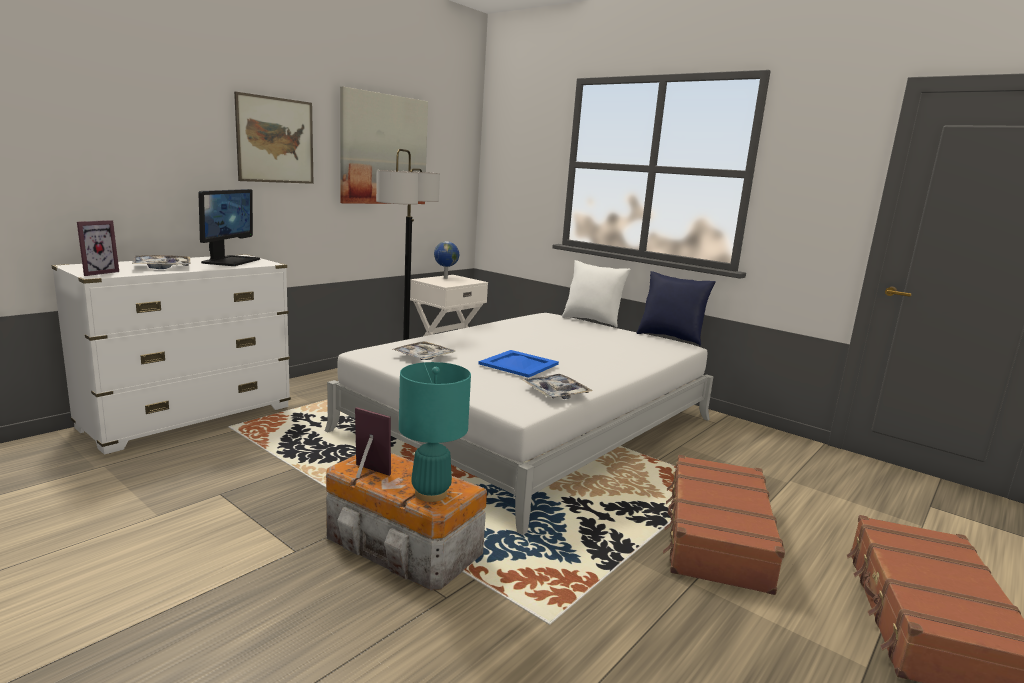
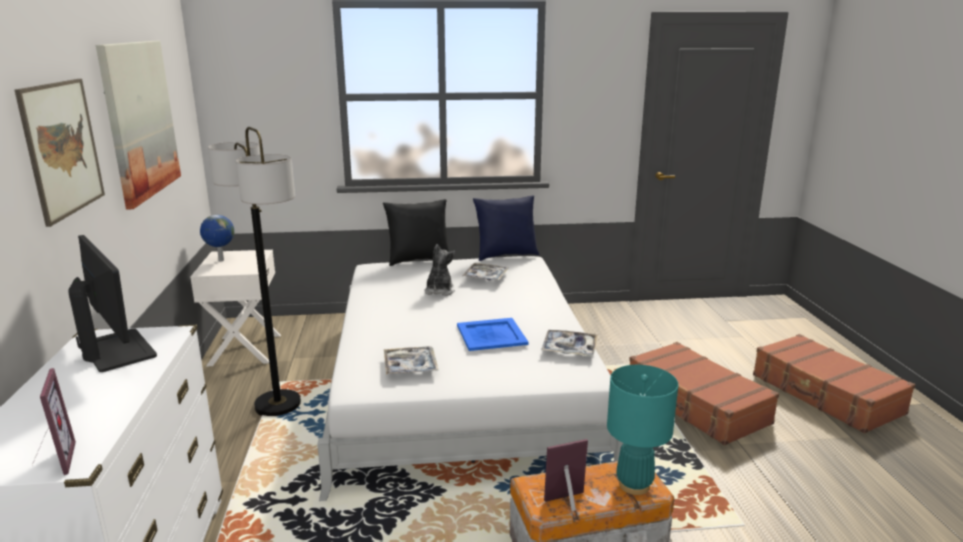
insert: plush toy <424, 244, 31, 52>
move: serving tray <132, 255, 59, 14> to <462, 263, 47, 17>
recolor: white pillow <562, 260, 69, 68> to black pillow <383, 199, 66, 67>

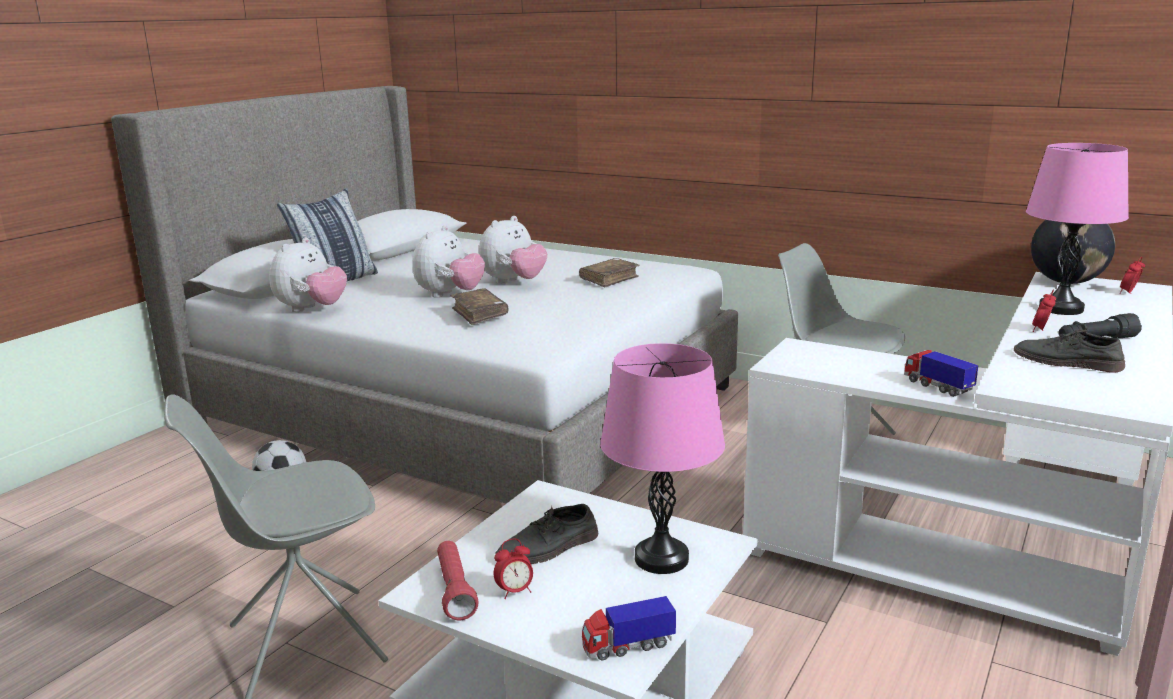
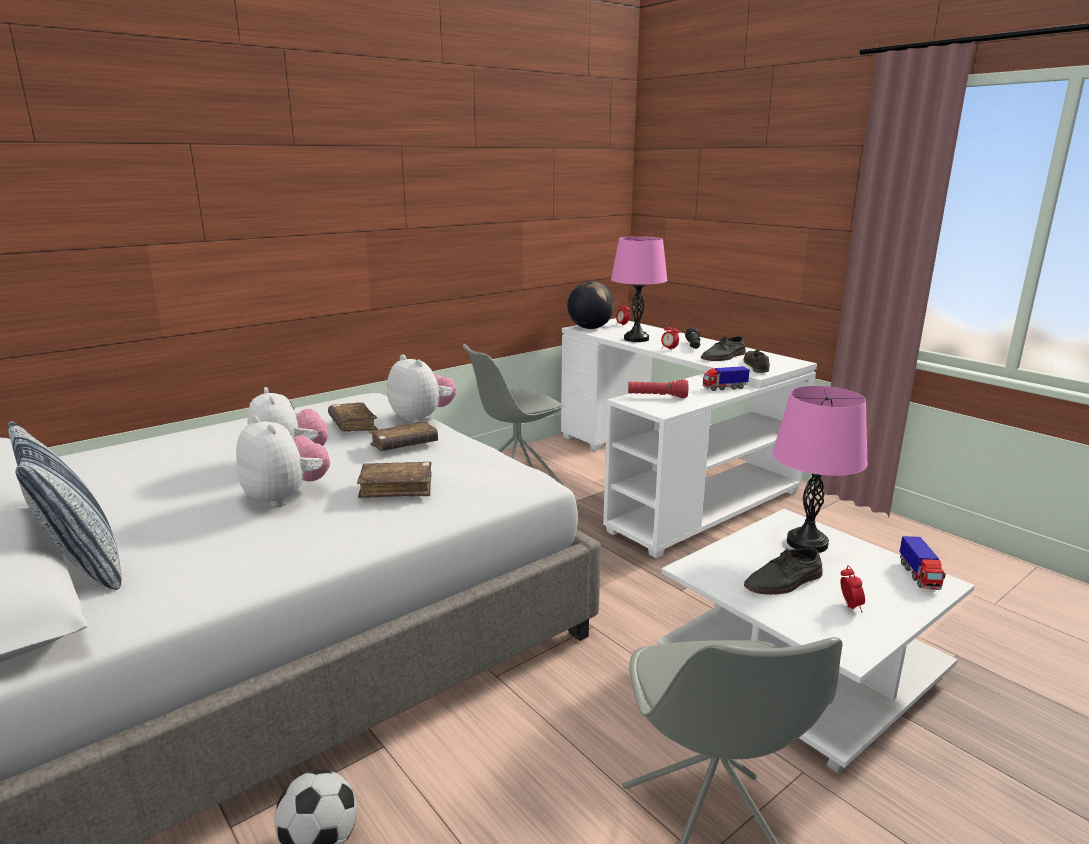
insert: brownish volume <369, 421, 69, 30>; brownish shoe <744, 350, 26, 23>
move: plush toy <269, 238, 78, 74> to <387, 354, 70, 69>; reddish flashlight <437, 541, 42, 80> to <628, 379, 60, 19>
rotate: grey shoe <495, 504, 103, 60> = <744, 548, 79, 47> 75 degrees clockwise

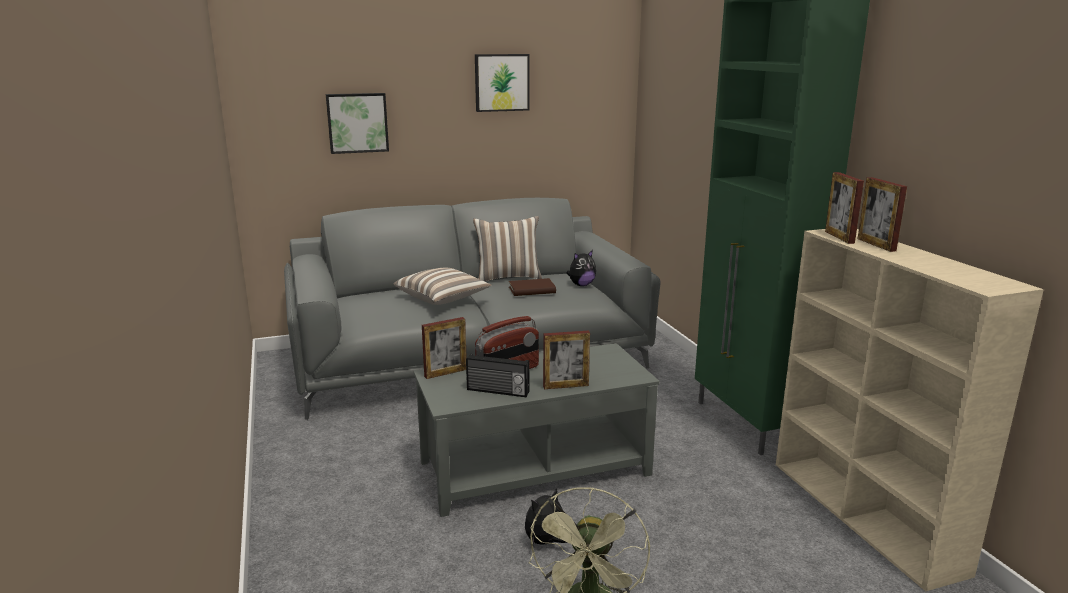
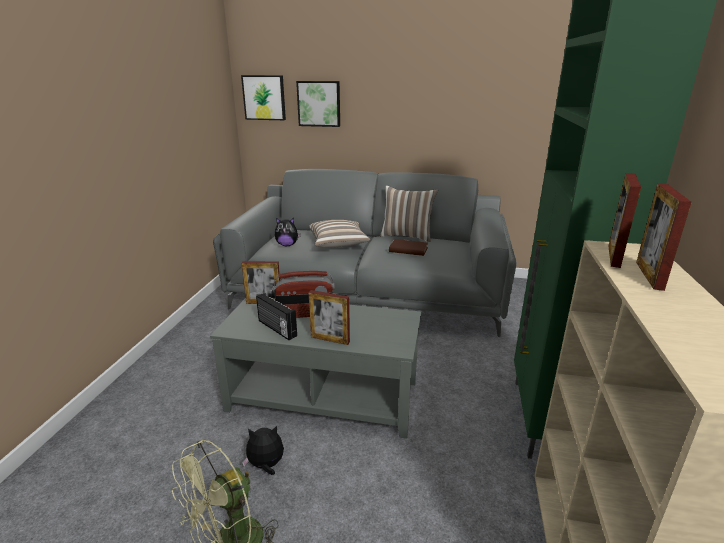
move: wall art <475, 54, 55, 58> to <241, 75, 45, 45>; plush toy <566, 250, 30, 36> to <275, 218, 26, 28>

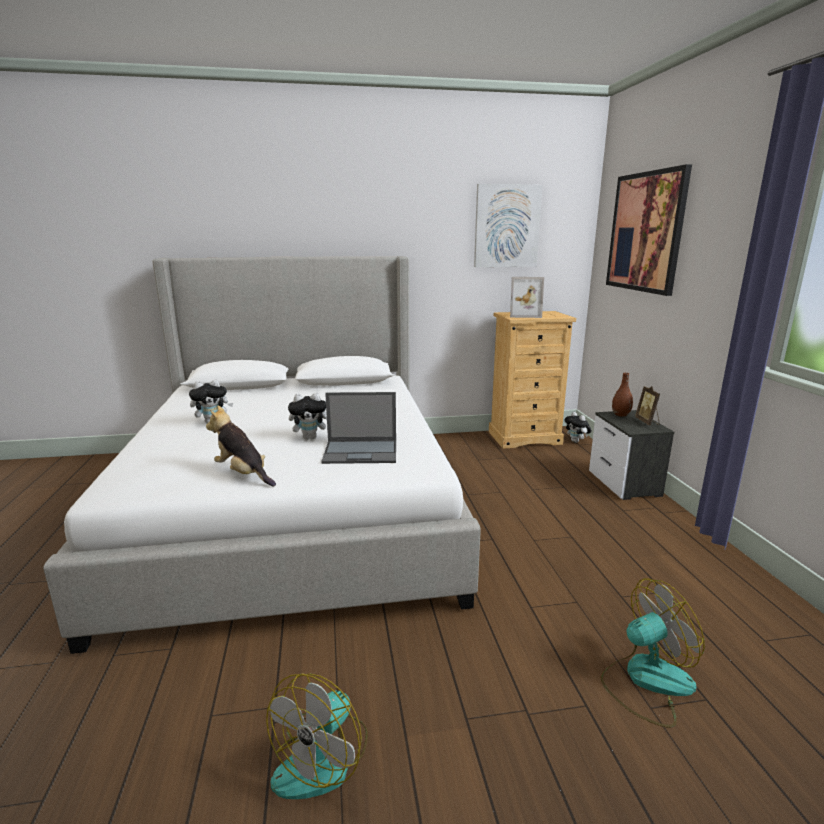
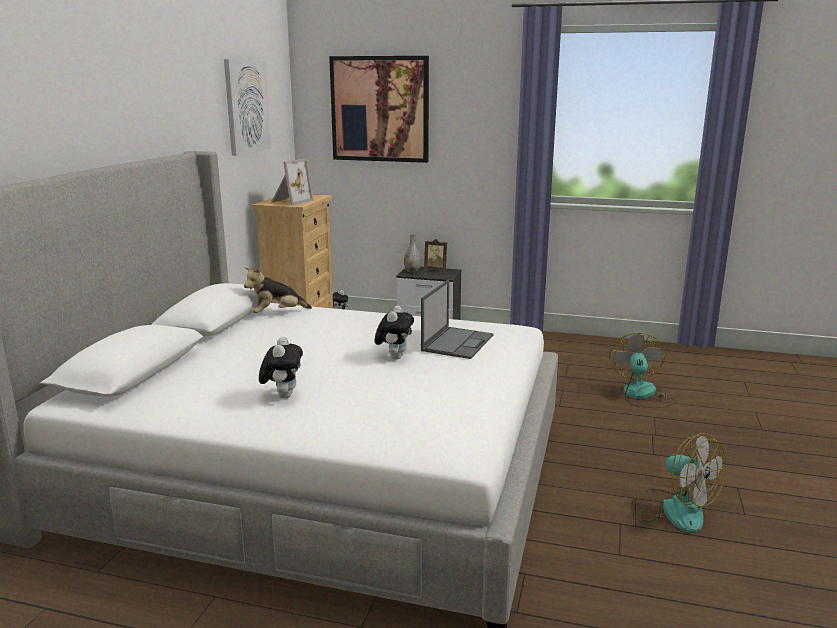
move: plush toy <206, 406, 70, 81> to <244, 267, 68, 46>
recolor: brownish flower vase <612, 373, 21, 44> to grey flower vase <404, 233, 17, 40>

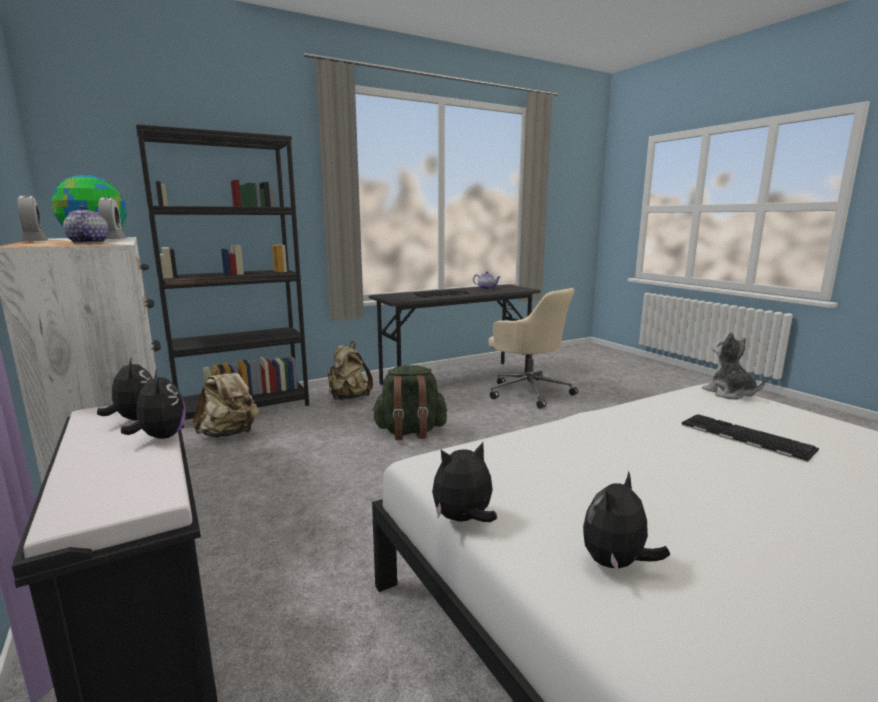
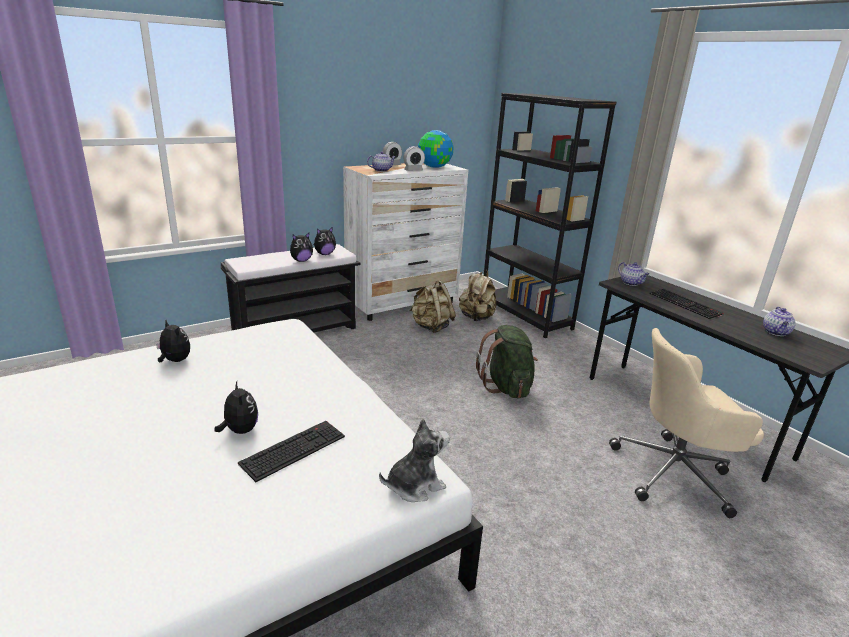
insert: tea pot <618, 262, 31, 24>
move: sand-coloured rucksack <327, 341, 46, 59> to <409, 280, 47, 53>; plush toy <432, 442, 65, 80> to <214, 381, 44, 53>
rotate: sand-coloured computer chair <488, 288, 90, 121> = <609, 328, 155, 190> 45 degrees clockwise

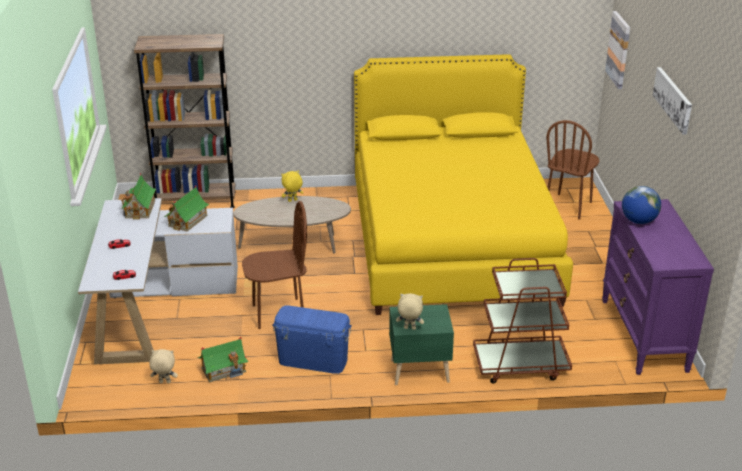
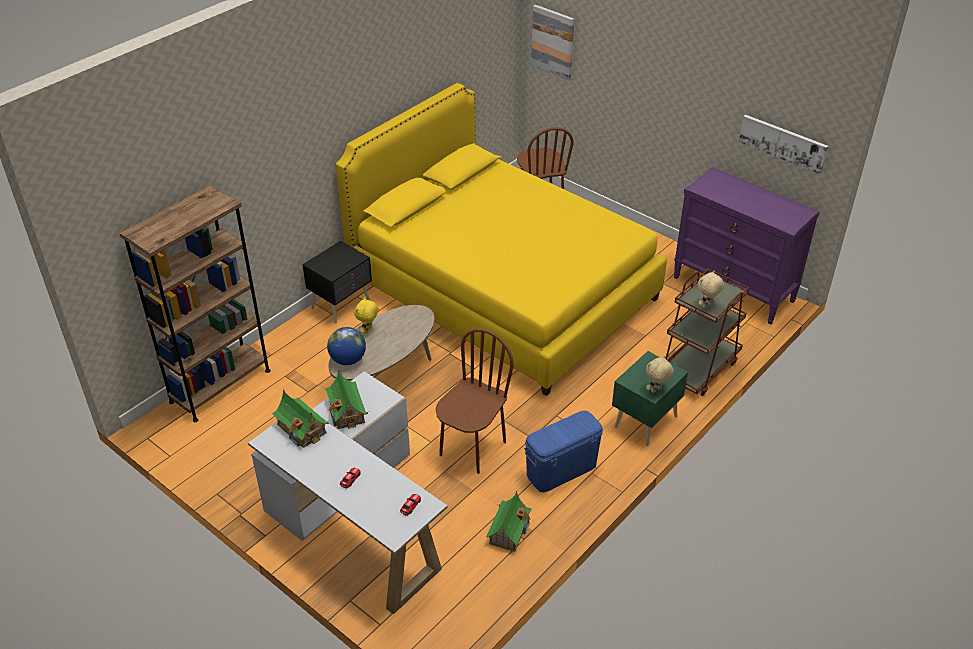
insert: black bedside table <303, 241, 69, 83>
move: sand-coloured plush toy <149, 349, 29, 34> to <698, 271, 26, 37>; globe <622, 186, 39, 38> to <327, 327, 39, 38>; wall art <653, 67, 39, 67> to <739, 115, 89, 59>

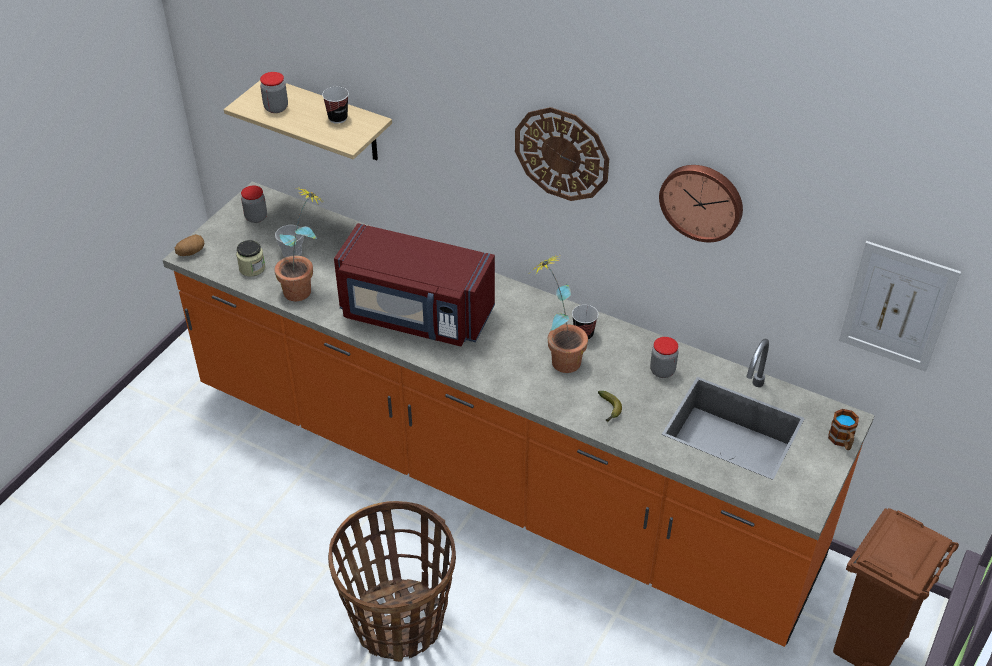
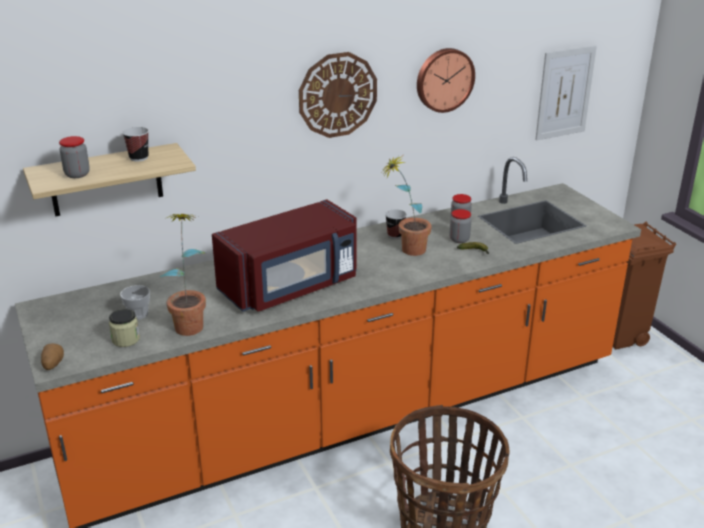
delete: coffee mug <828, 409, 31, 41>
move: storage jar <241, 186, 26, 37> to <450, 209, 21, 34>

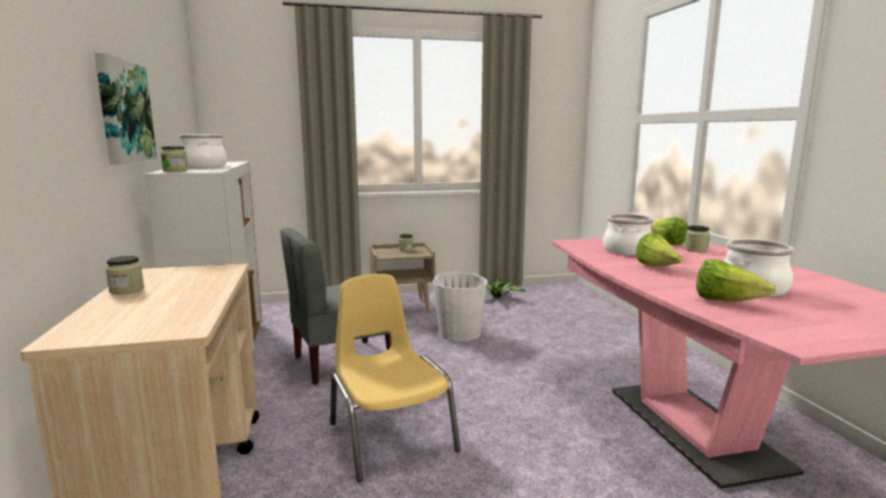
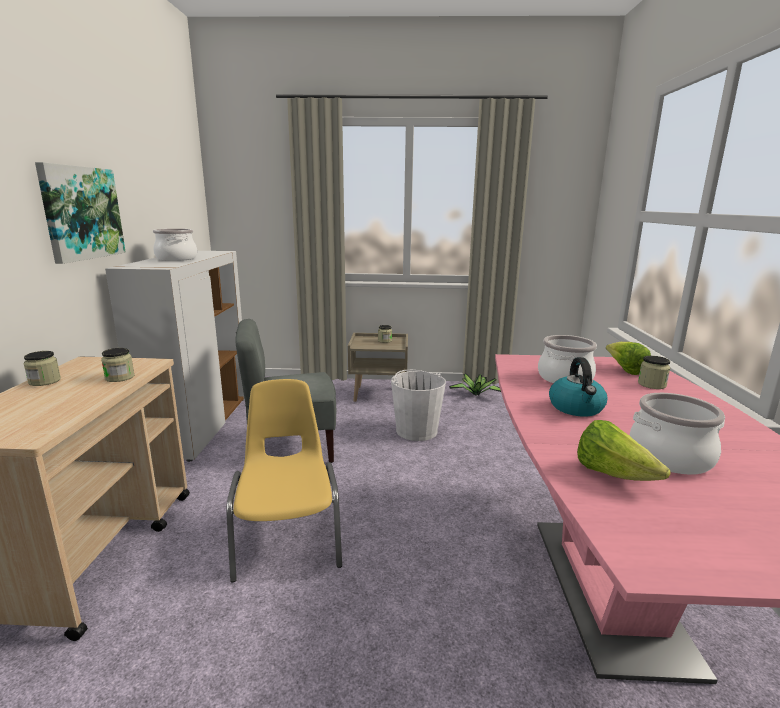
move: storage jar <161, 146, 27, 26> to <101, 348, 33, 34>
replace: lettuce <636, 233, 47, 33> to kettle <549, 357, 58, 60>

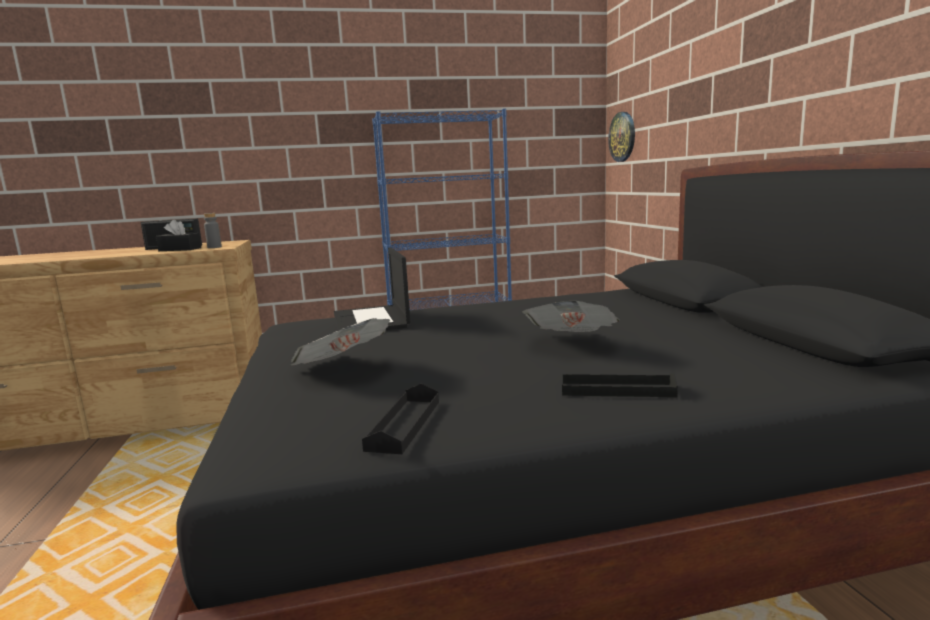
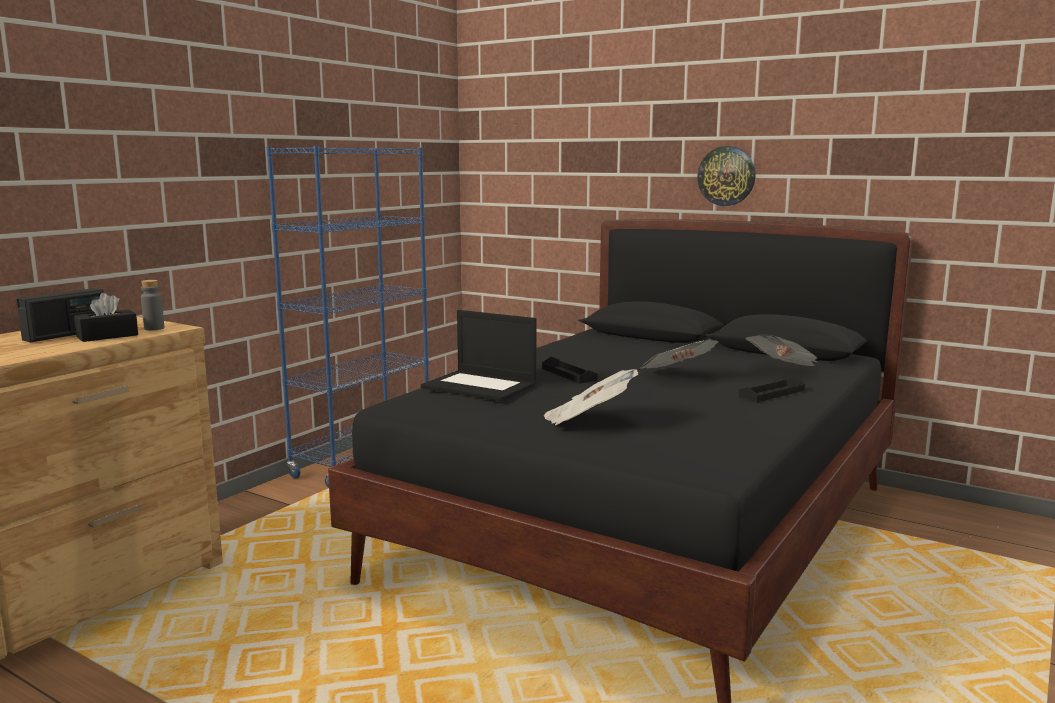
insert: daily paper <746, 335, 72, 31>
move: black serving tray <362, 383, 77, 71> to <542, 357, 56, 27>; hanging clock <608, 112, 27, 50> to <697, 146, 59, 60>

